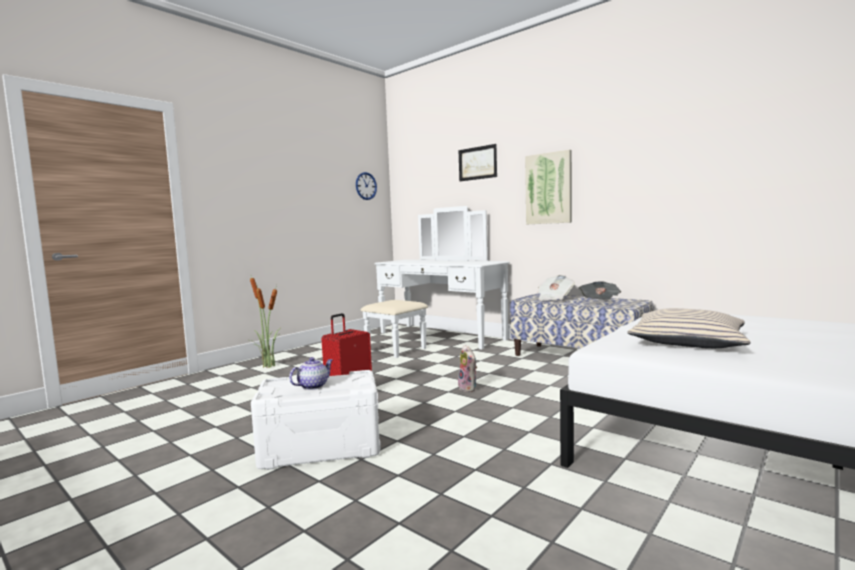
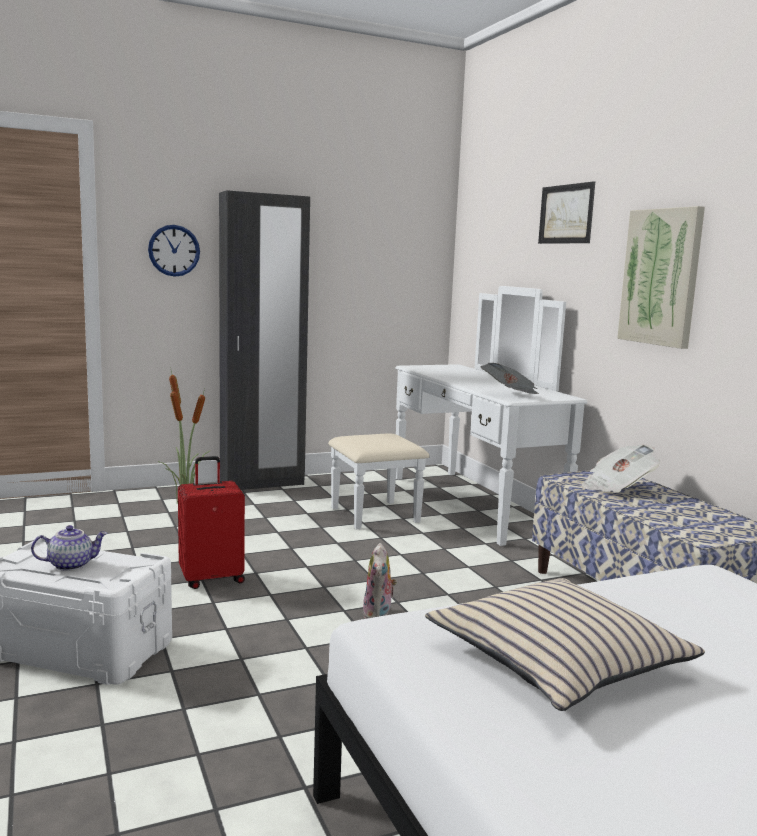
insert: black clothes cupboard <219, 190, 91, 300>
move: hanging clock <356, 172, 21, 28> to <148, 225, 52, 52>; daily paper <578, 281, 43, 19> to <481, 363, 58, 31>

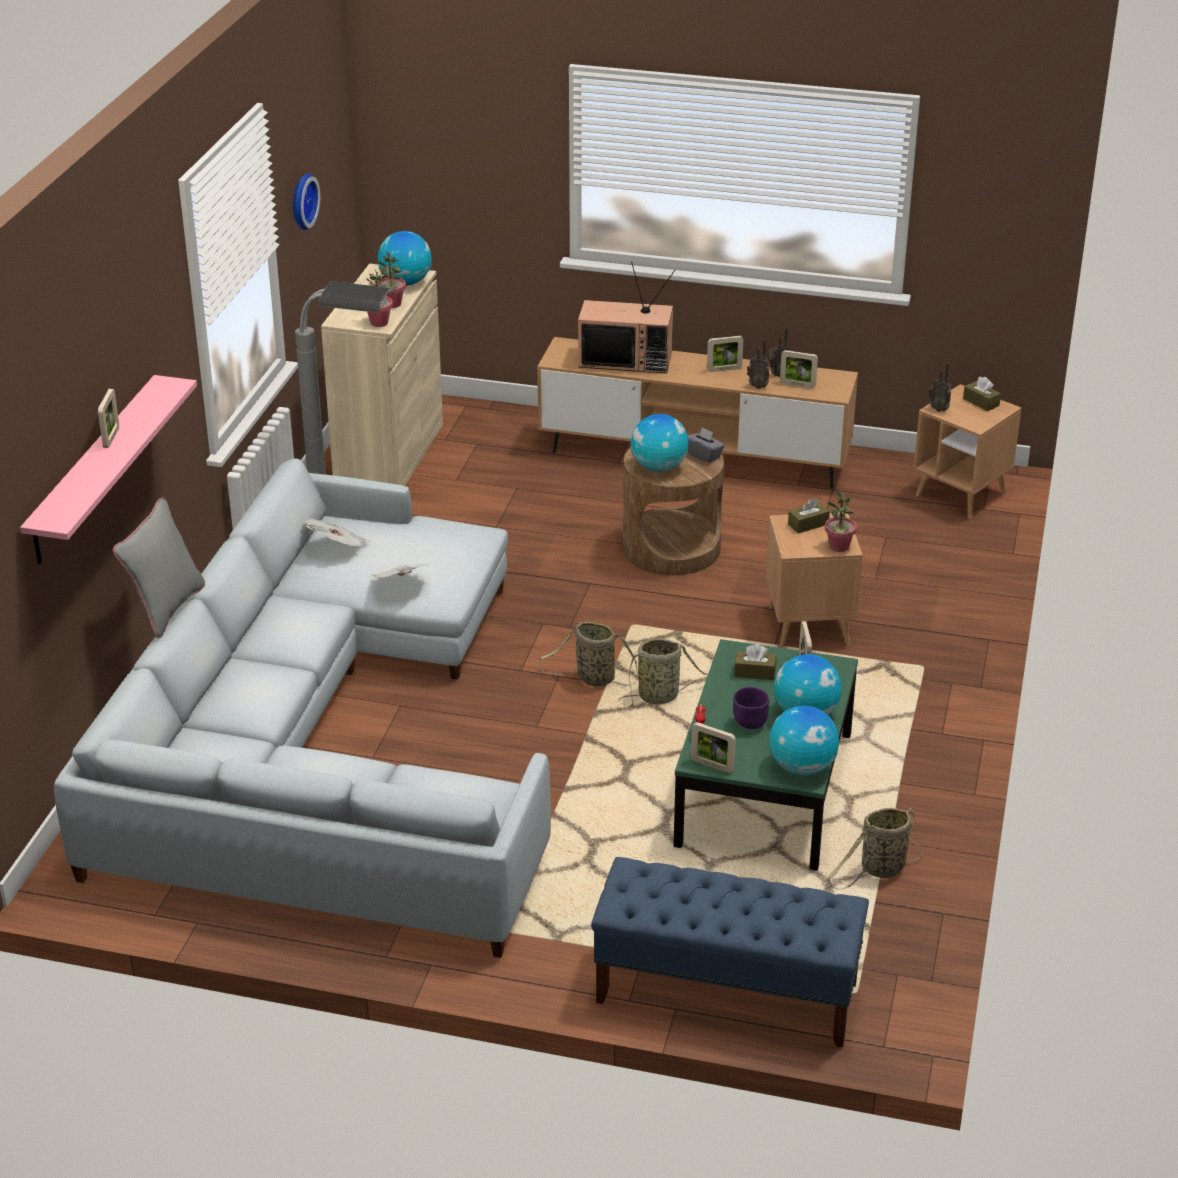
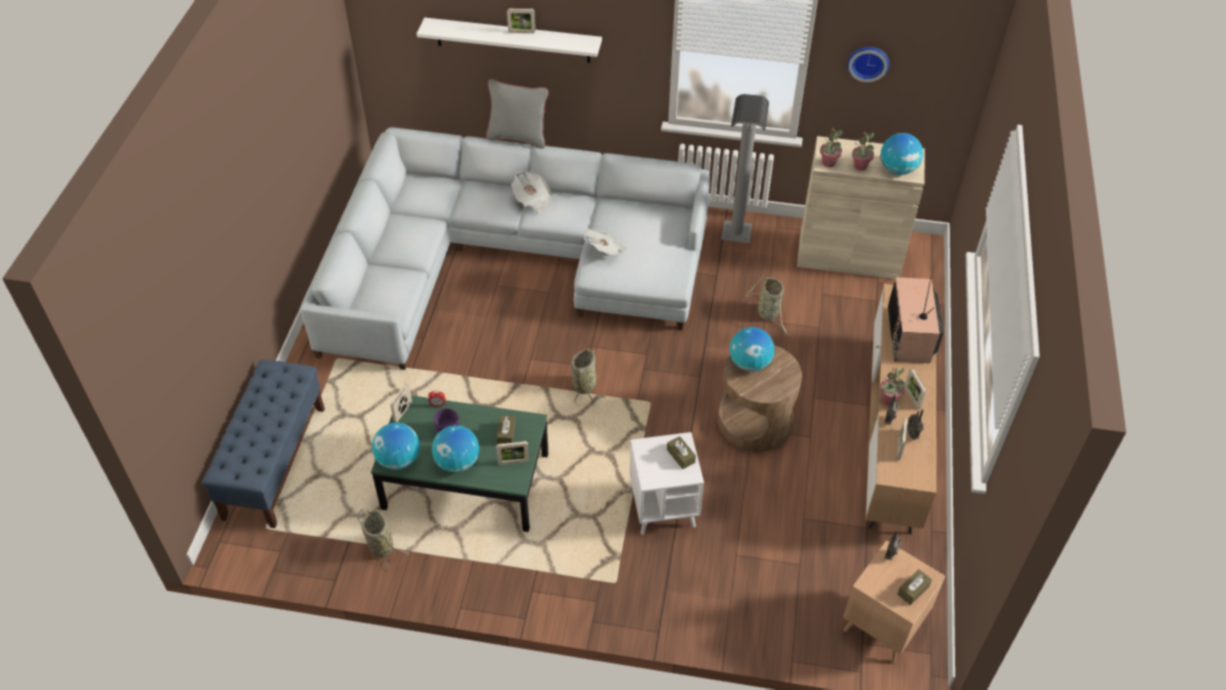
delete: grey box of tissues <688, 427, 37, 36>
move: daily paper <305, 519, 66, 28> to <511, 171, 42, 42>; storage basket <619, 639, 89, 70> to <744, 276, 46, 59>; houseplant <825, 491, 32, 61> to <880, 368, 25, 37>
recolor: pink-coloured bracket shelf <20, 375, 177, 189> to white bracket shelf <417, 17, 185, 46>; brownish end table <766, 512, 97, 135> to white end table <629, 432, 75, 103>

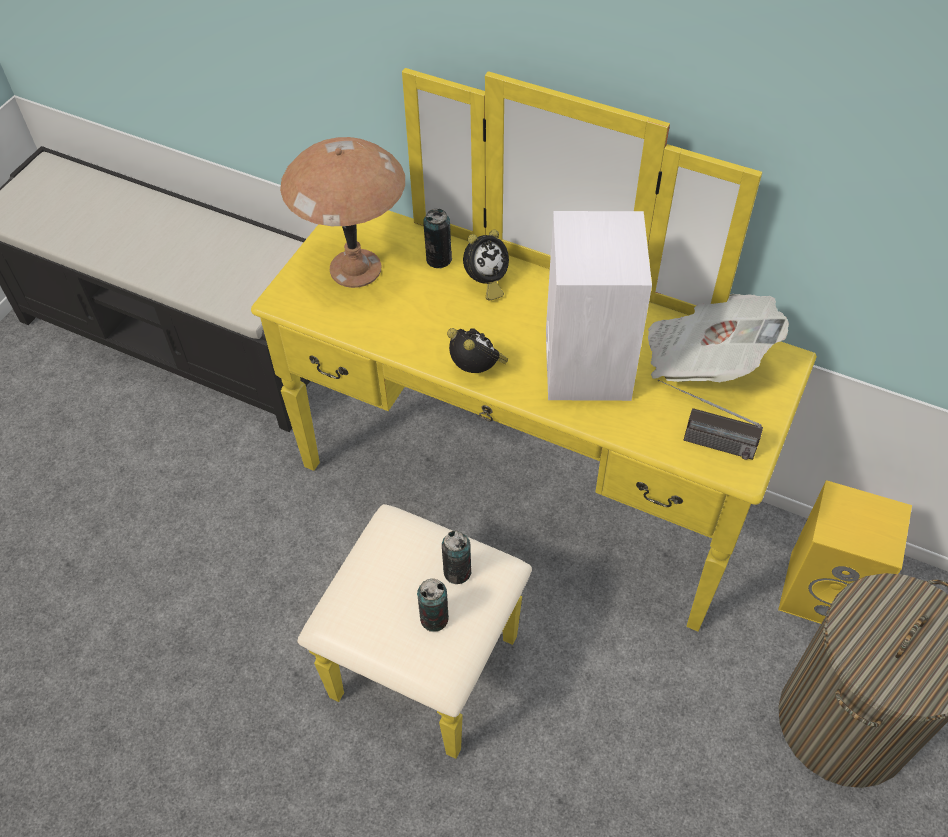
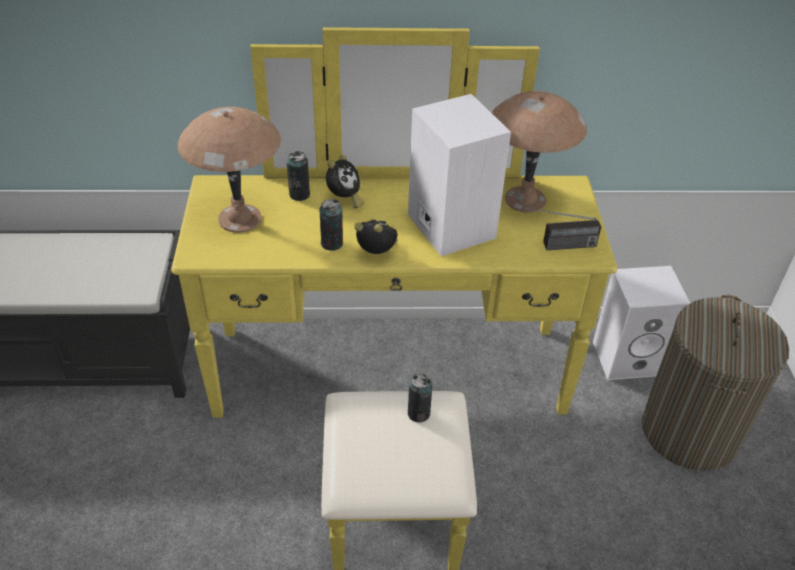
move: can <417, 578, 32, 54> to <320, 199, 23, 52>
replace: daily paper <648, 294, 141, 88> to brownish tabletop lamp <492, 91, 95, 122>
recolor: yellow speaker <778, 480, 134, 144> to white speaker <593, 266, 97, 114>

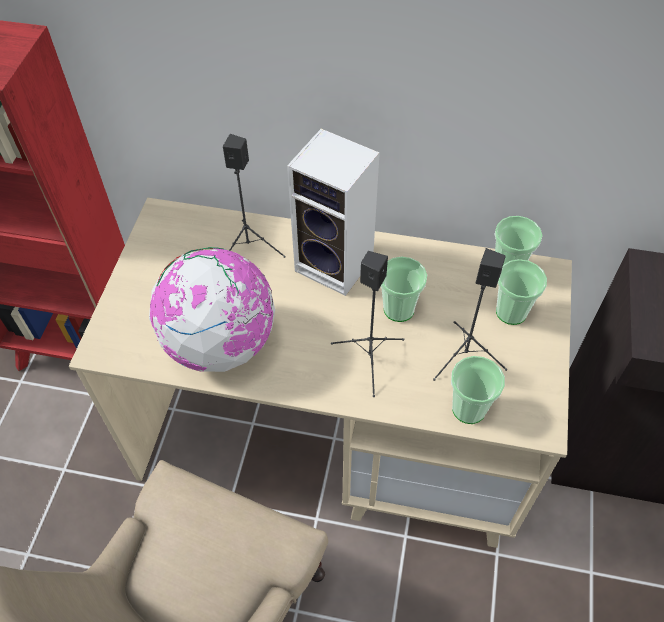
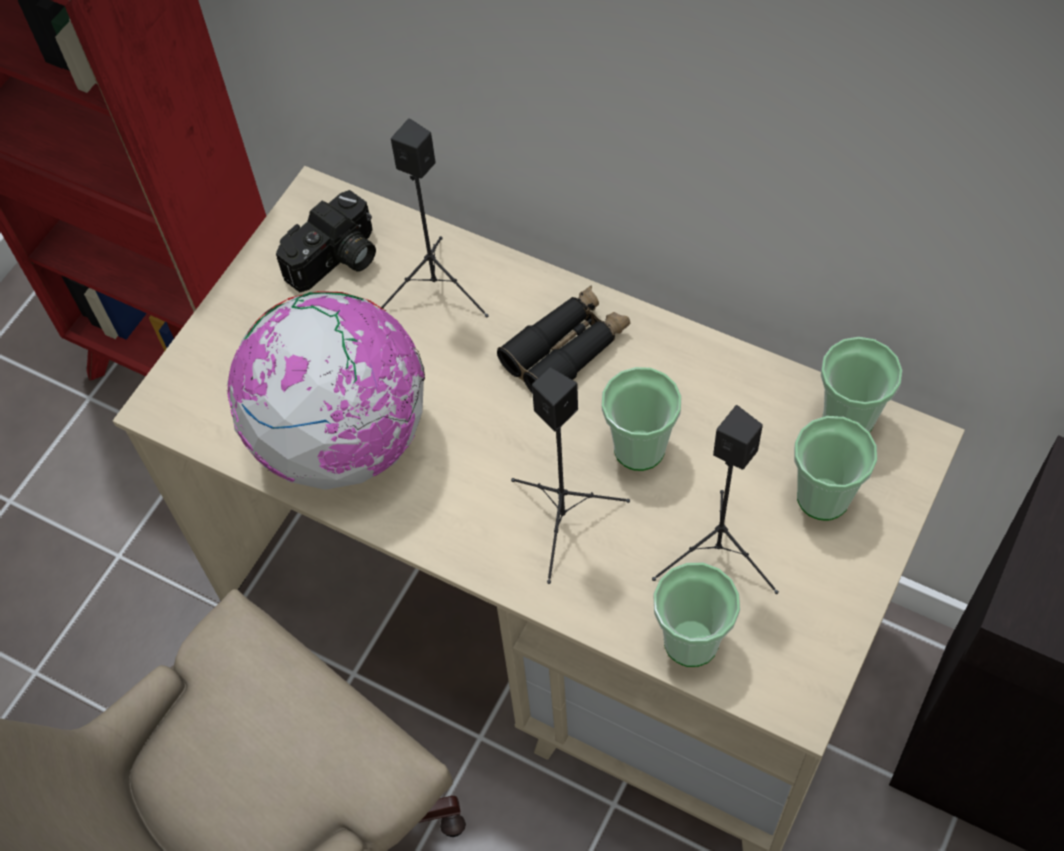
insert: still camera <276, 190, 100, 102>
replace: speaker <287, 128, 93, 168> to black binoculars <497, 285, 133, 109>

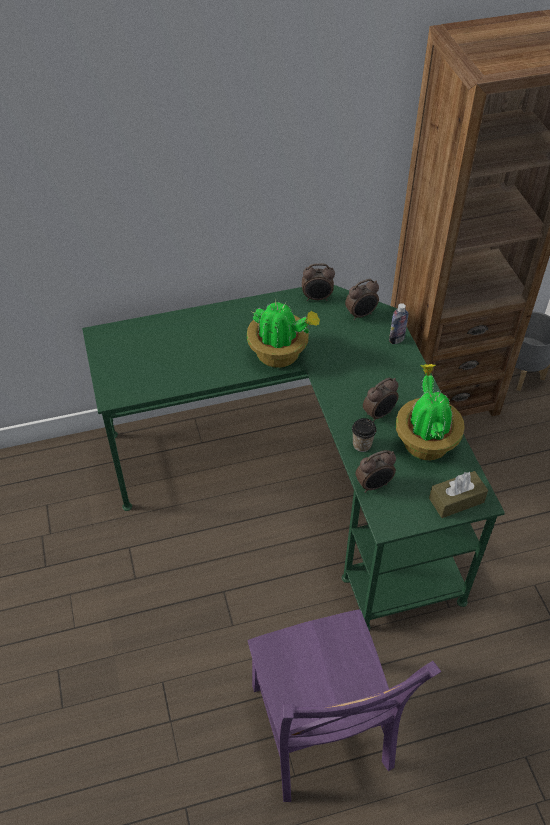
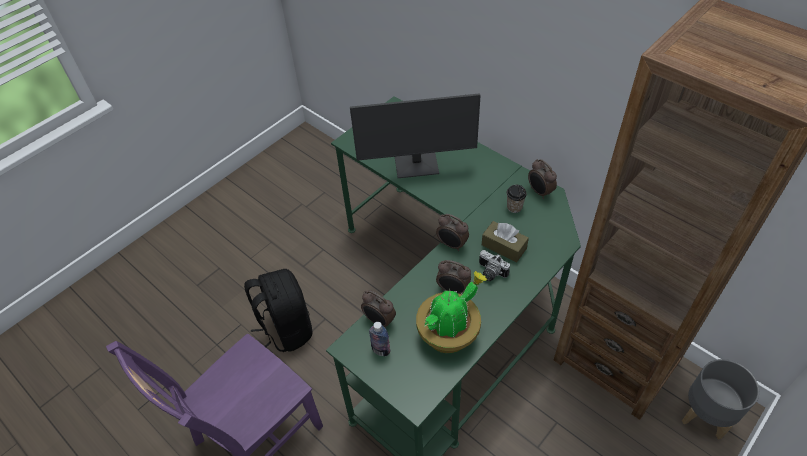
delete: houseplant <247, 299, 73, 69>
insert: black rucksack <244, 269, 68, 83>; monitor <350, 93, 131, 85>; still camera <479, 250, 31, 31>
move: table clock <345, 279, 34, 41> to <436, 214, 33, 37>; cup <352, 418, 24, 34> to <506, 185, 21, 28>; drink bottle <389, 303, 20, 41> to <369, 322, 22, 34>; brownish box of tissues <429, 471, 59, 47> to <482, 221, 47, 42>

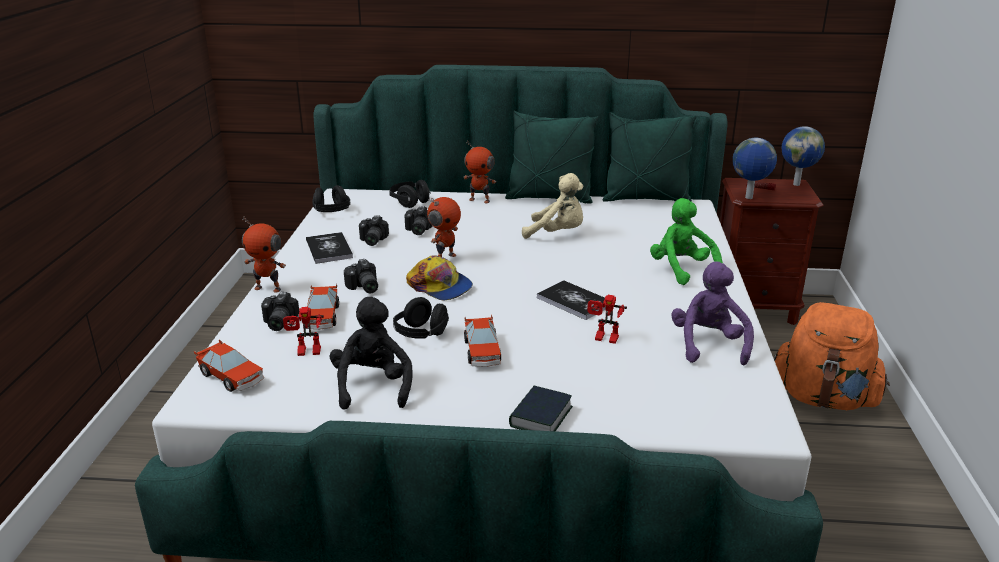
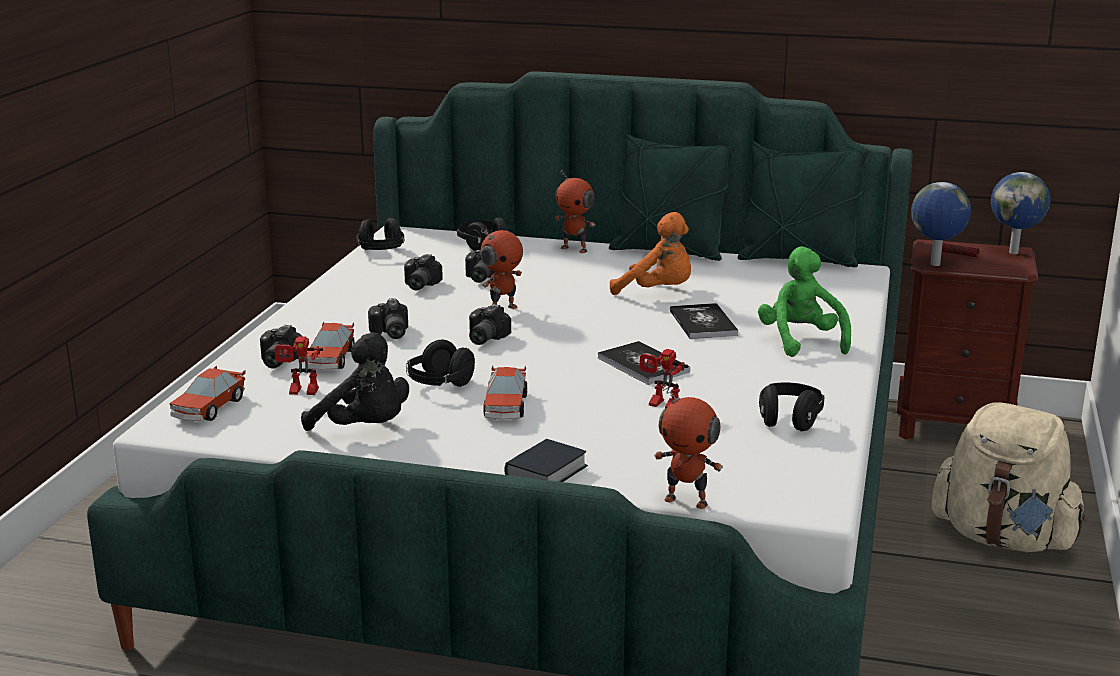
move: toy robot <242, 216, 44, 77> to <654, 384, 69, 125>; volume <306, 232, 47, 32> to <670, 303, 68, 36>
replace: peaked cap <406, 255, 67, 45> to still camera <469, 304, 42, 41>; purple-coloured plush toy <671, 261, 83, 105> to black headset <759, 383, 65, 48>
recolor: sand-coloured plush toy <522, 173, 61, 66> to orangey plush toy <610, 212, 81, 83>; orangey rucksack <774, 302, 116, 108> to sand-coloured rucksack <932, 402, 155, 150>
rotate: toy car <194, 340, 70, 52> = <169, 366, 77, 55> 60 degrees clockwise; black plush toy <330, 297, 83, 113> = <301, 332, 108, 99> 120 degrees clockwise

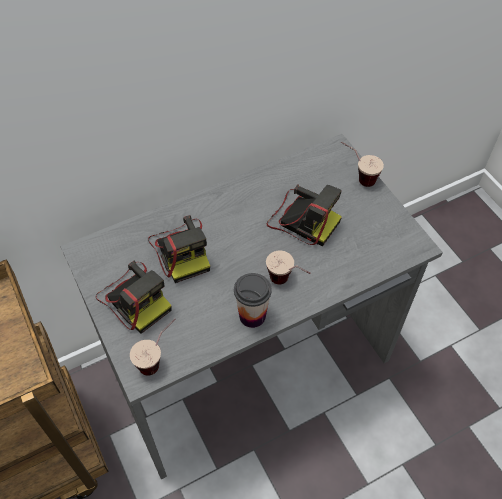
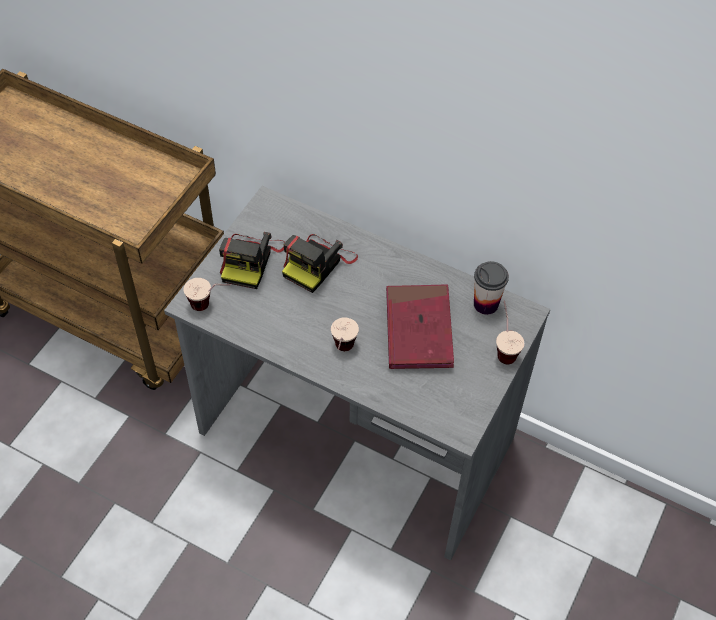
move: cup <234, 273, 38, 55> to <474, 261, 35, 54>
replace: still camera <267, 185, 75, 62> to reddish volume <386, 284, 68, 85>

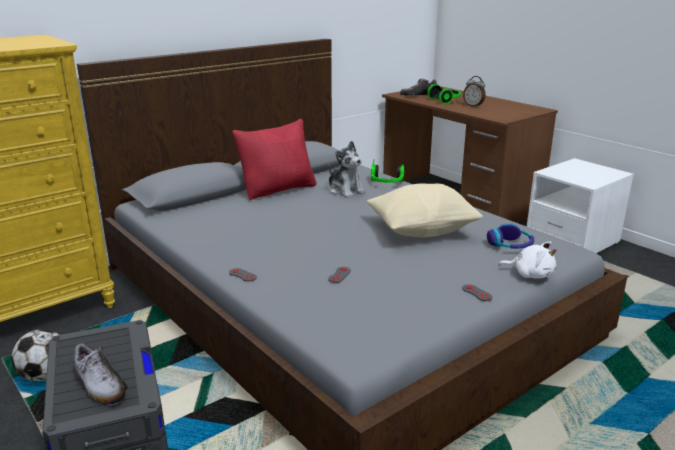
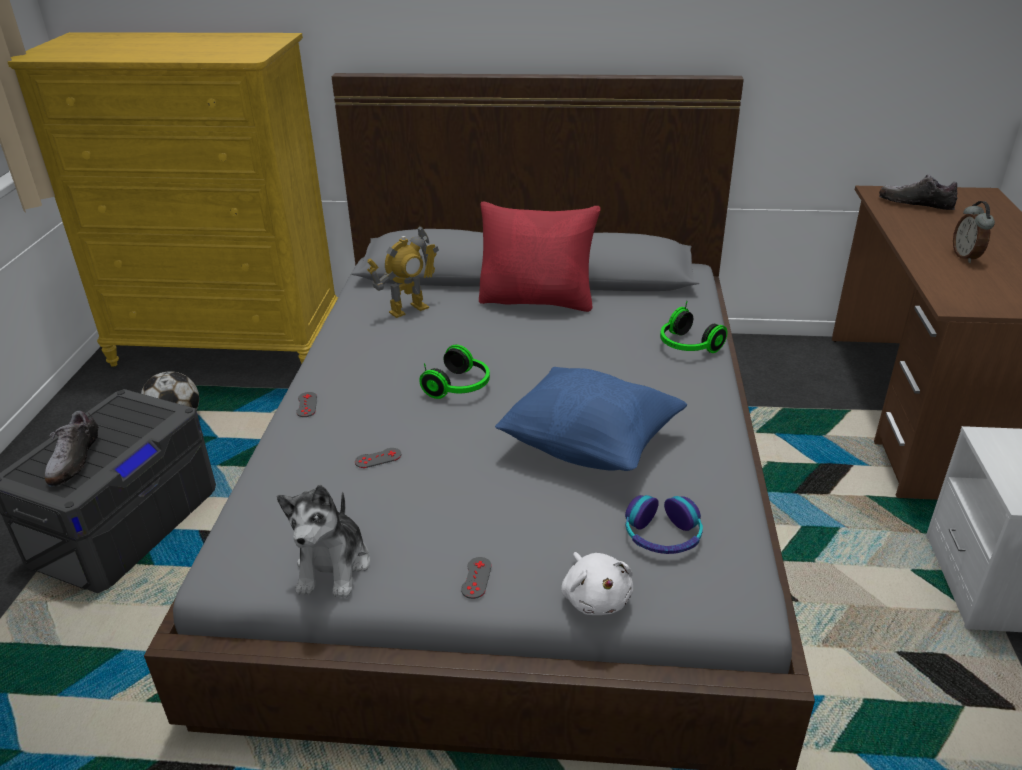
insert: toy robot <367, 225, 72, 93>
move: plush toy <328, 141, 38, 57> to <277, 485, 93, 113>; headset <427, 84, 34, 20> to <419, 345, 71, 54>
recolor: sand-coloured pillow <367, 184, 116, 53> to bluish pillow <495, 367, 192, 104>

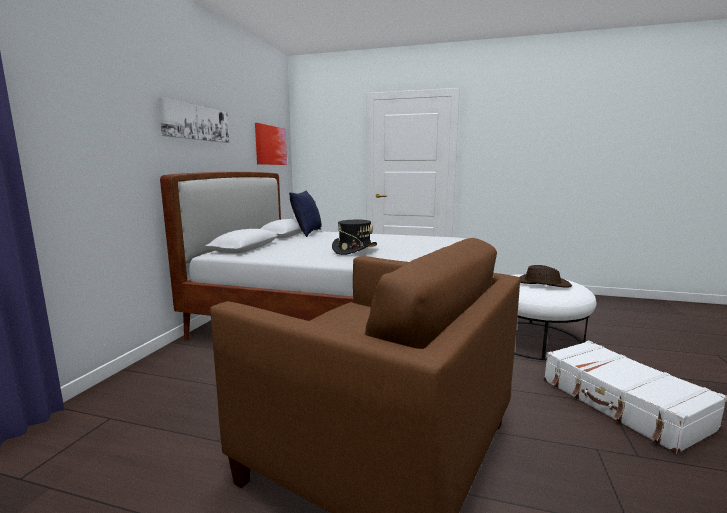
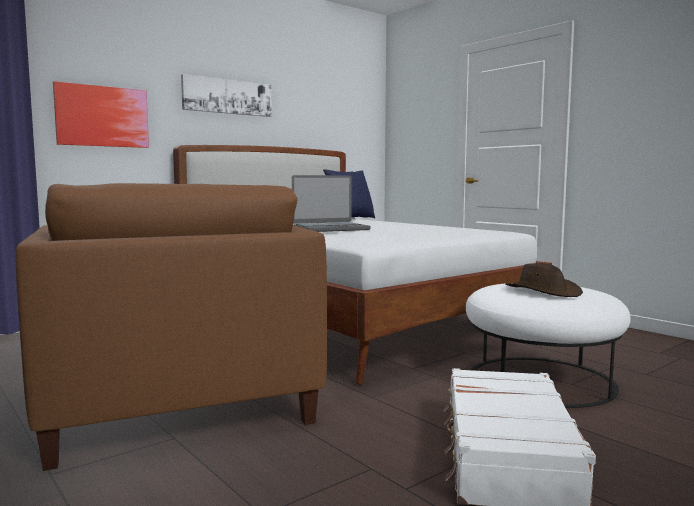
move: wall art <255, 123, 32, 42> to <53, 81, 96, 67>
replace: black wearable hat <332, 220, 45, 35> to notebook computer <292, 175, 79, 57>

